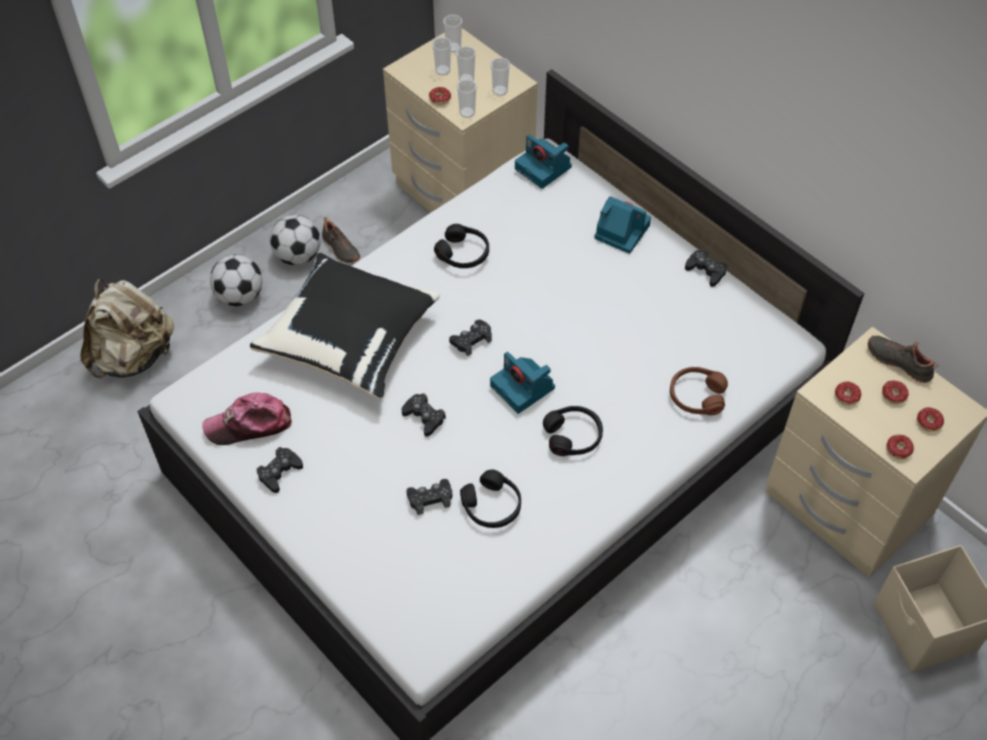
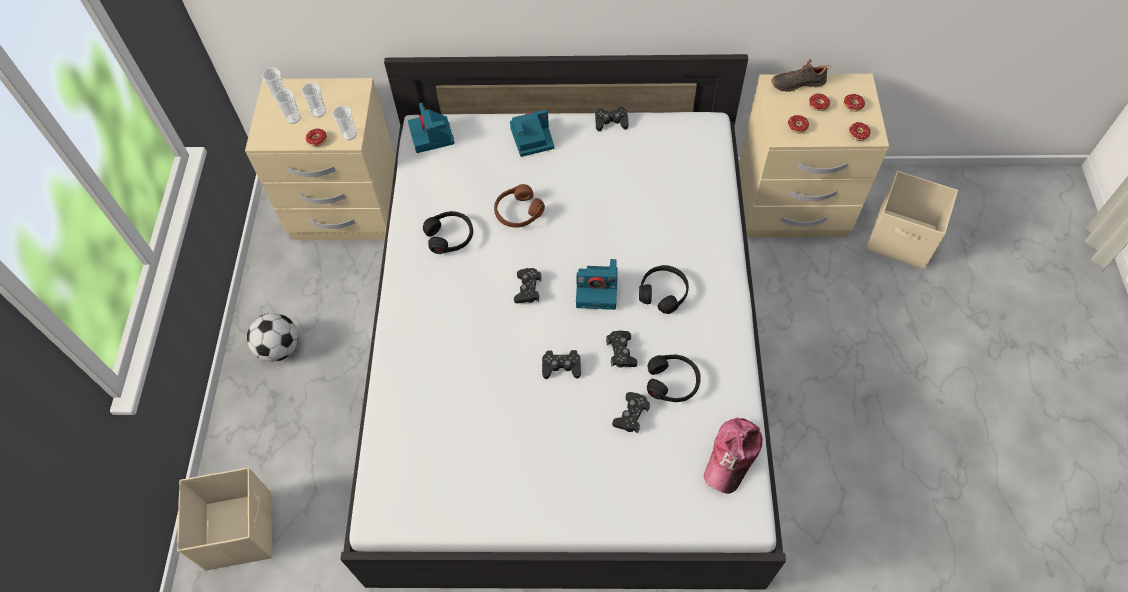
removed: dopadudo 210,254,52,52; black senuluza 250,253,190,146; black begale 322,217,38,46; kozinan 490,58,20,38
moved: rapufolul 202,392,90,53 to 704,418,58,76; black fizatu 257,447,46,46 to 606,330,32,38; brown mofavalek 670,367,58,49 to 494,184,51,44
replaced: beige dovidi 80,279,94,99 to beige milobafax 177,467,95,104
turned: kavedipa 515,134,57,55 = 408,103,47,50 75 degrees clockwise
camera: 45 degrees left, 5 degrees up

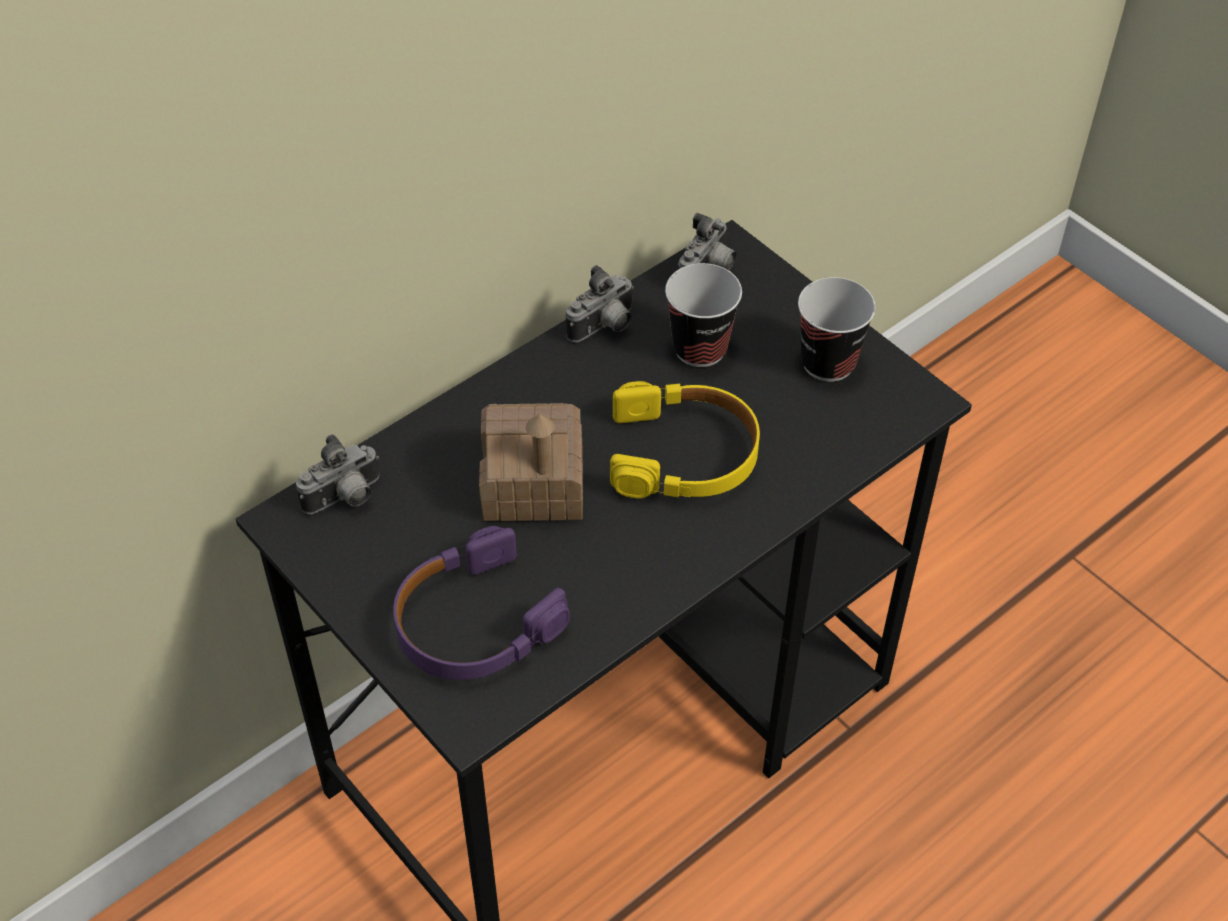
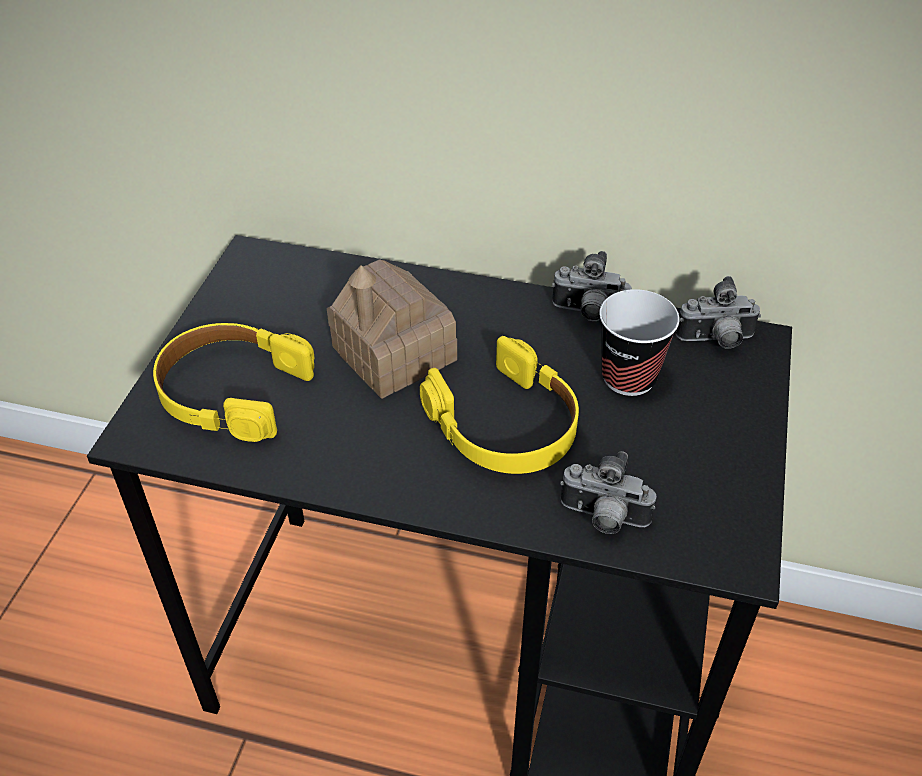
removed: kozinan 798,277,78,105
moved: kavedipa 296,434,83,80 to 560,451,97,83
recoloured: purple mofavalek 393,526,177,154 to yellow mofavalek 153,323,162,119
camera: 55 degrees right, 5 degrees down

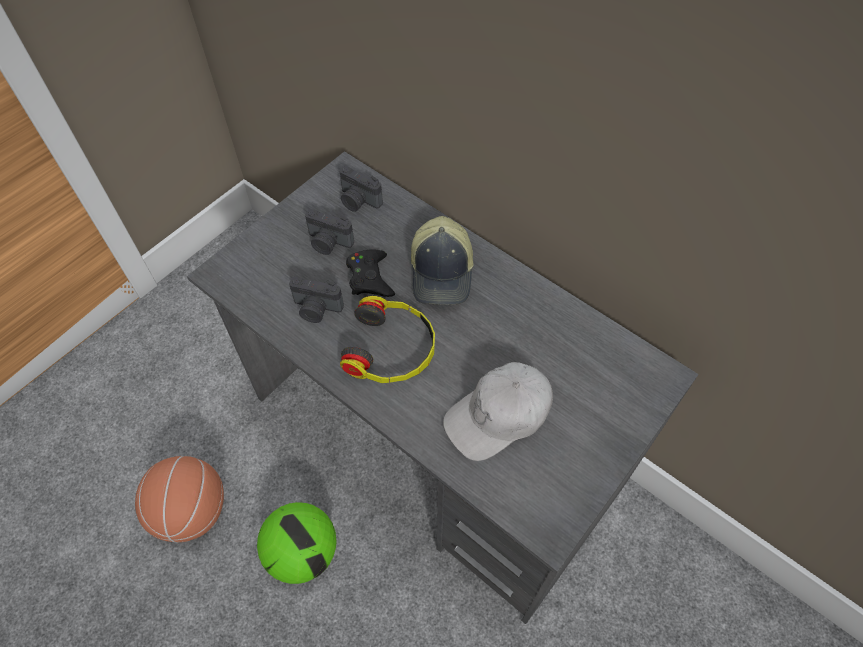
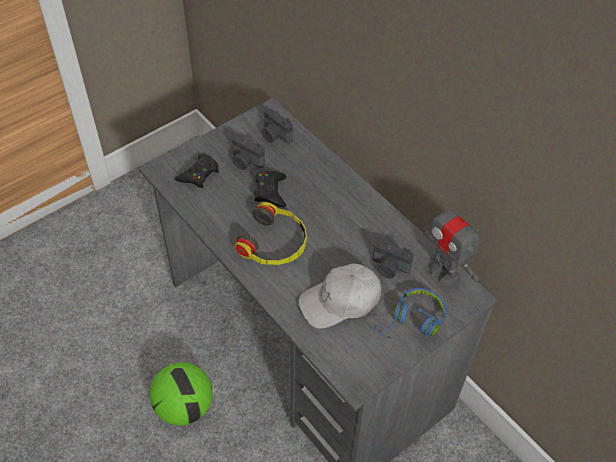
removed: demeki 135,456,89,86; rapufolul 411,216,63,89
added: black fizatu 175,154,44,34; blue mofavalek 373,288,73,50; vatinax 423,195,57,91
moved: kavedipa 289,277,55,46 to 372,240,42,38
camera: 10 degrees right, 5 degrees down

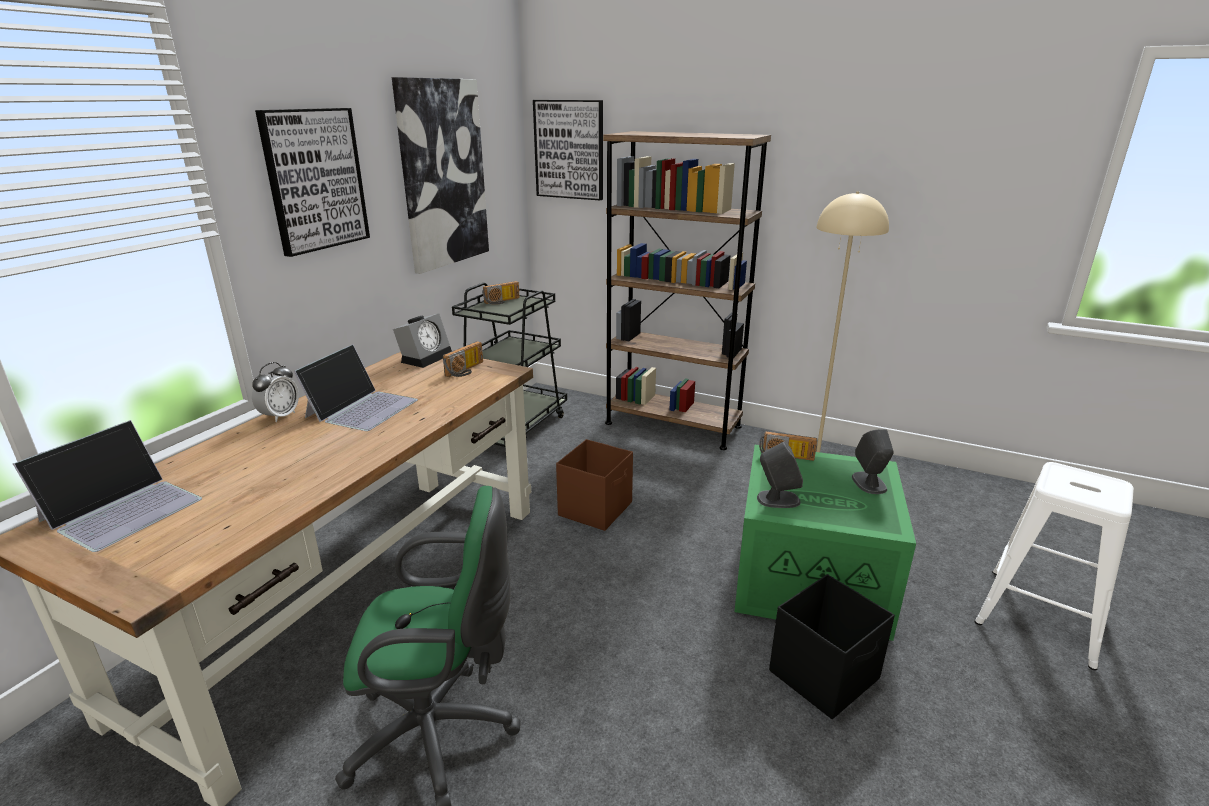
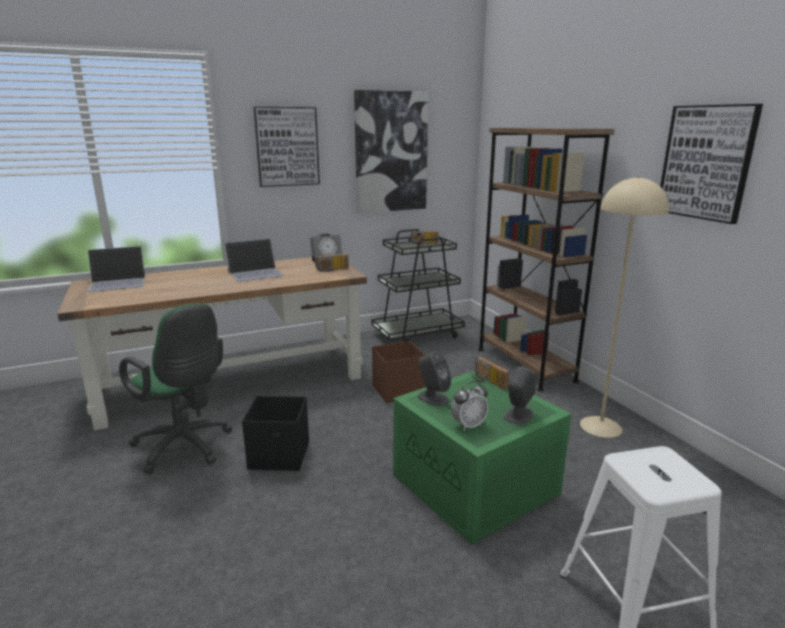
moved: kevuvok 252,362,47,60 to 451,381,38,50; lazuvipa 533,100,70,100 to 660,104,103,120; black milobafax 769,575,126,144 to 242,396,67,75
camera: 40 degrees right, 5 degrees down

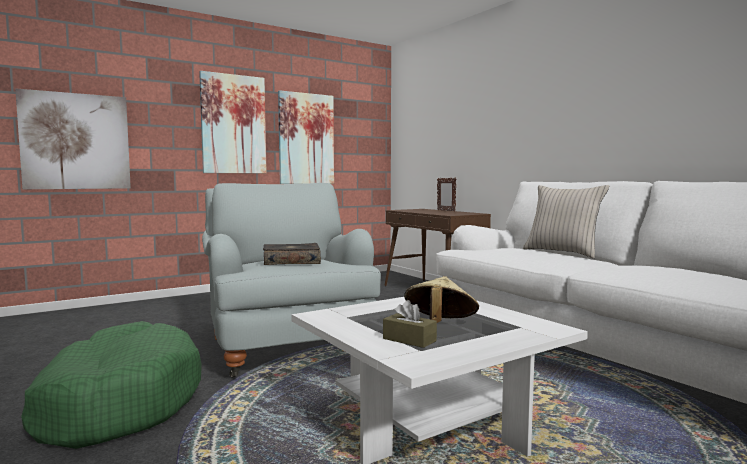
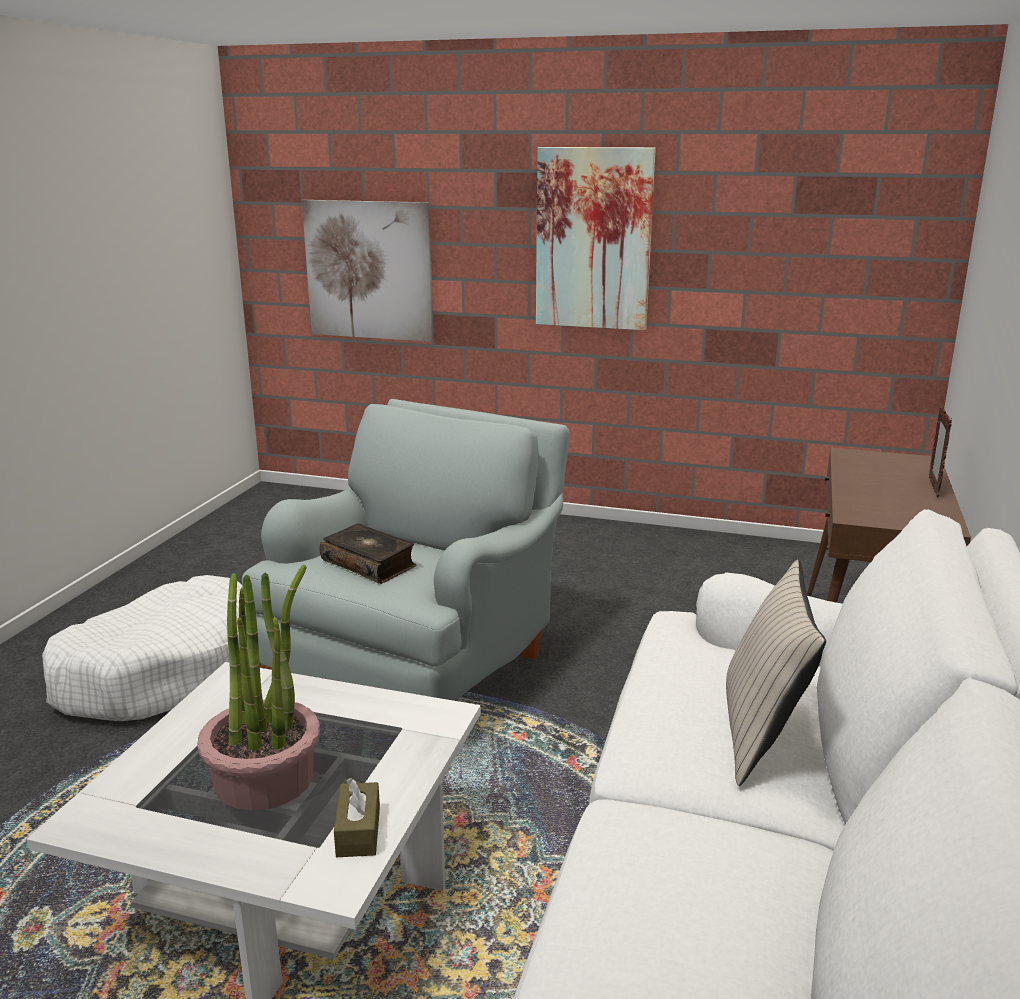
removed: lazuvipa 278,90,56,94
moved: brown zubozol 383,300,54,48 to 334,778,46,79
replaced: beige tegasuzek 404,276,75,47 to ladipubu 197,565,123,245
recoloured: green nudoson 21,321,181,128 to white nudoson 42,575,204,146
camera: 50 degrees right, 15 degrees up

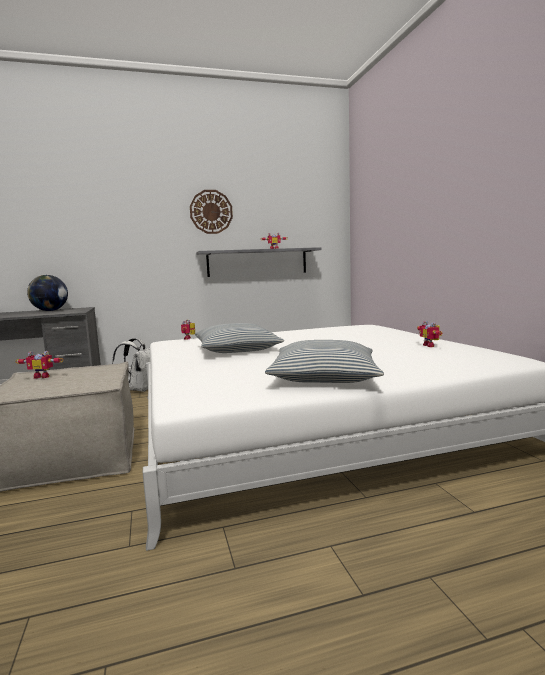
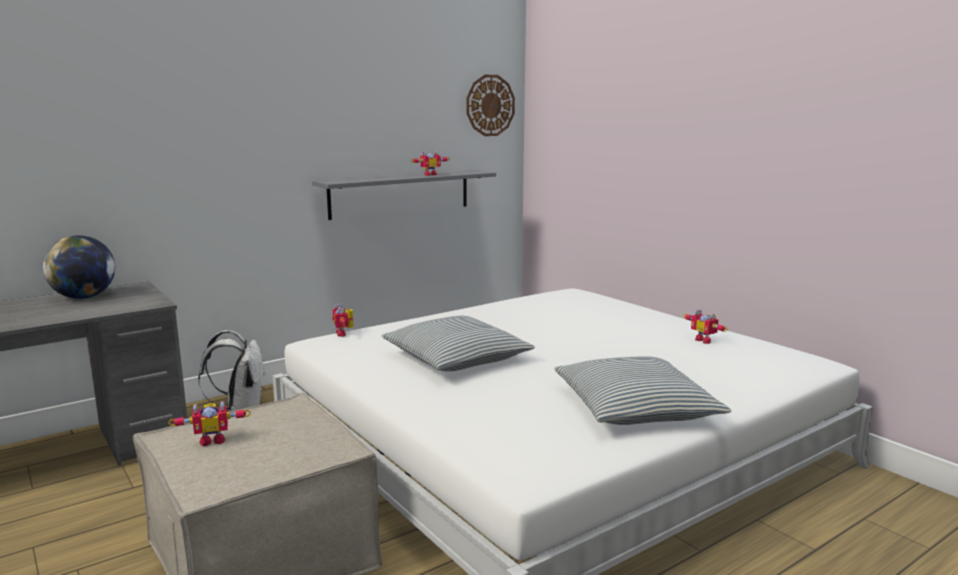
moved: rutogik 190,190,43,44 to 466,75,49,61
camera: 20 degrees left, 5 degrees up

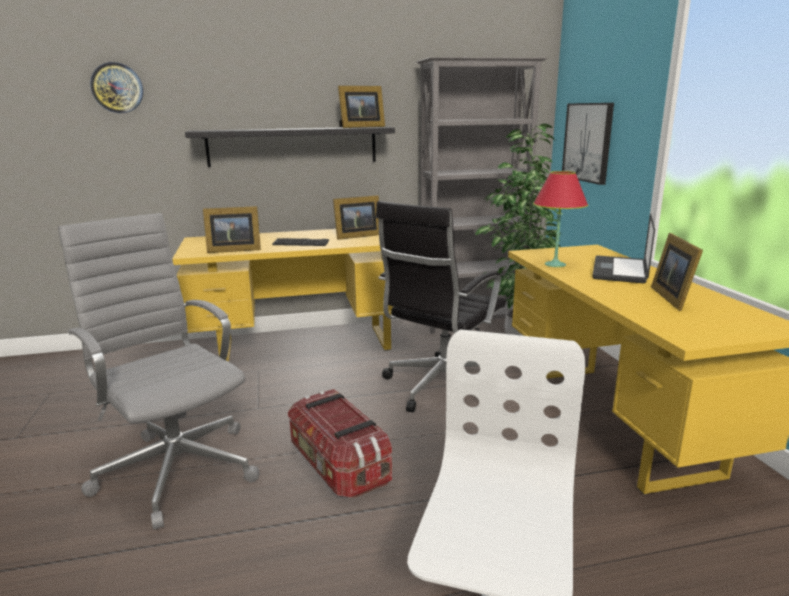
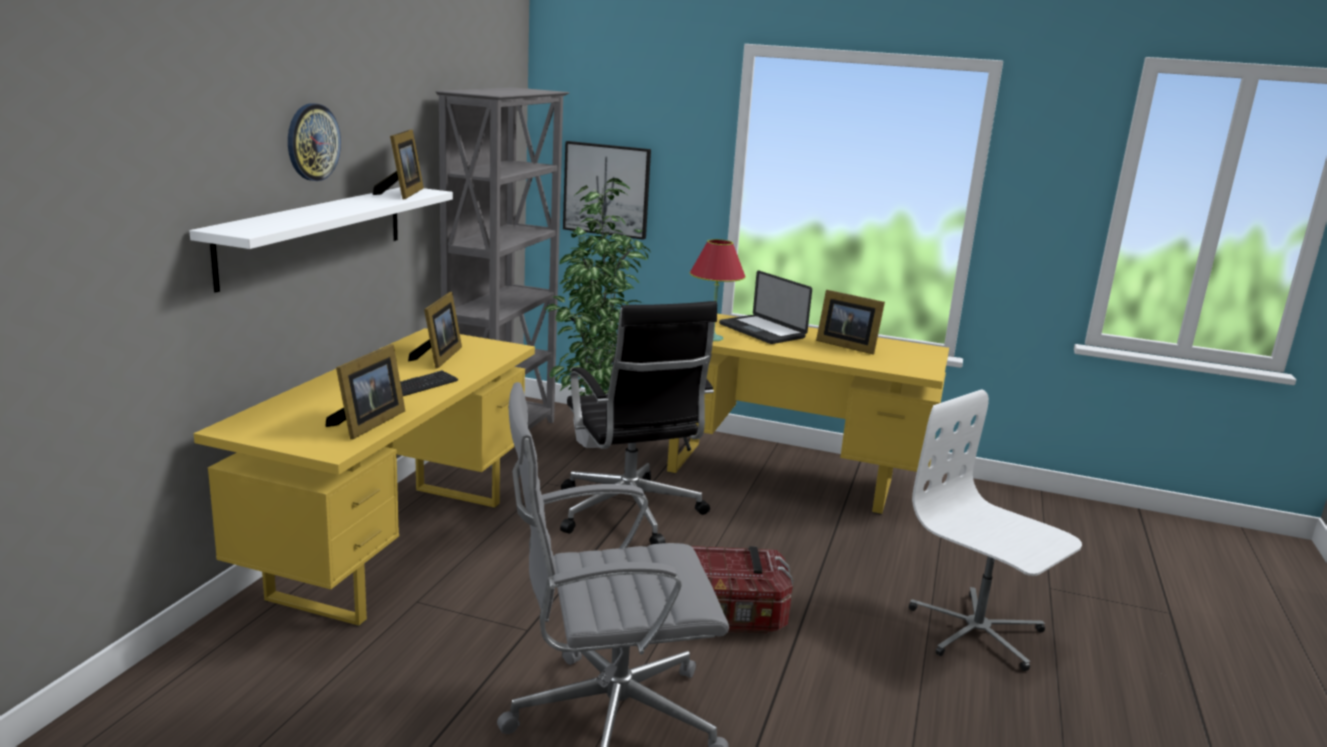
moved: rutogik 90,62,53,51 to 288,103,53,78
recoloured: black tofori 185,127,210,40 to white tofori 189,187,264,106
camera: 60 degrees left, 0 degrees up

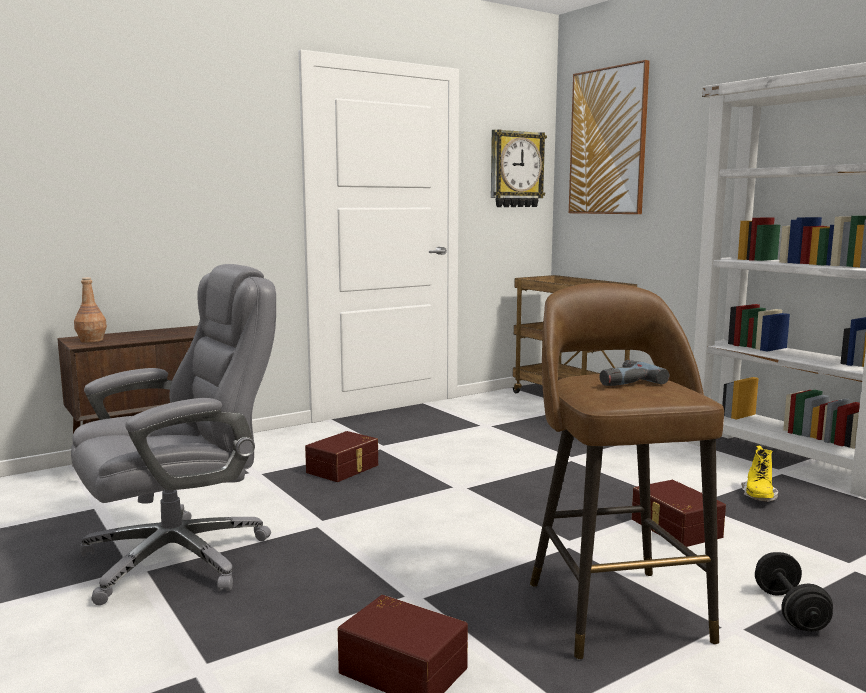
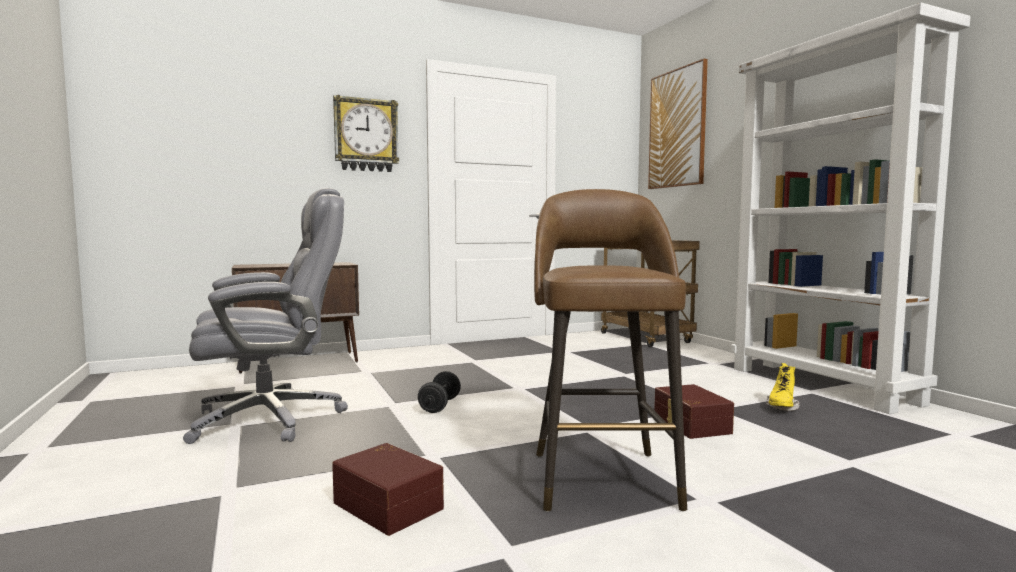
removed: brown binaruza 74,277,33,66; brown milobafax 305,431,73,51; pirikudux 600,360,69,26
moved: rutogik 491,129,56,78 to 333,95,66,77; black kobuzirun 755,552,78,80 to 418,371,43,42
camera: 10 degrees right, 5 degrees down

